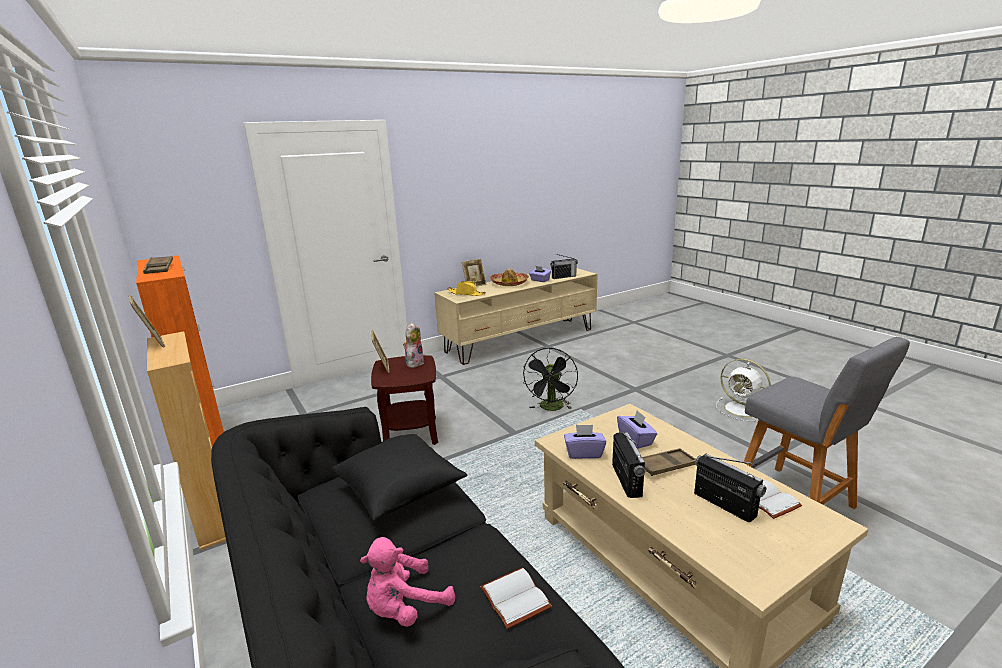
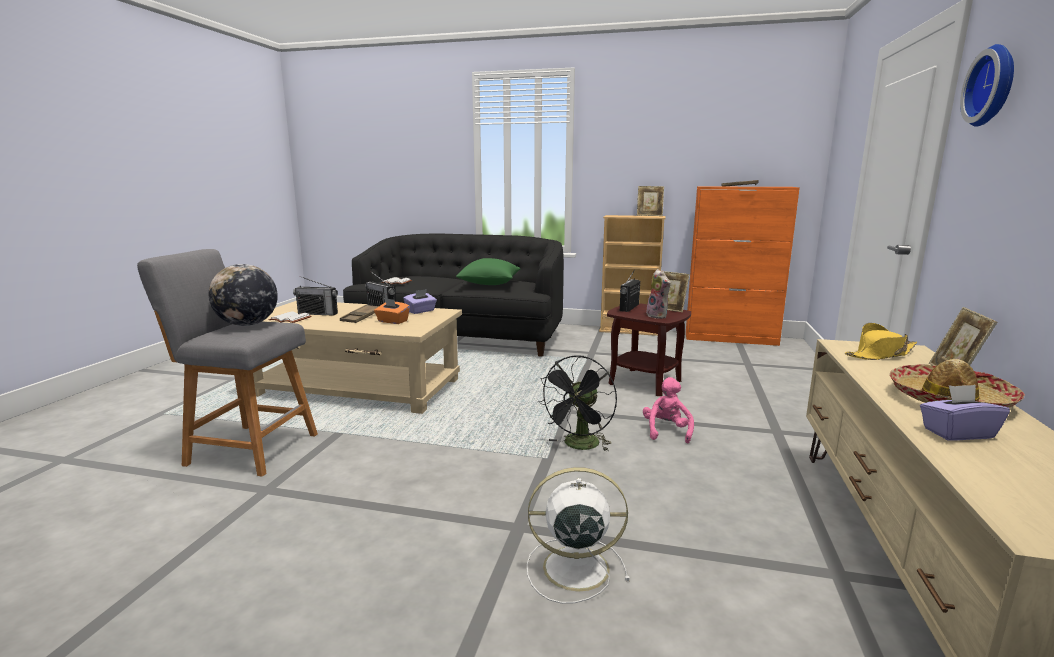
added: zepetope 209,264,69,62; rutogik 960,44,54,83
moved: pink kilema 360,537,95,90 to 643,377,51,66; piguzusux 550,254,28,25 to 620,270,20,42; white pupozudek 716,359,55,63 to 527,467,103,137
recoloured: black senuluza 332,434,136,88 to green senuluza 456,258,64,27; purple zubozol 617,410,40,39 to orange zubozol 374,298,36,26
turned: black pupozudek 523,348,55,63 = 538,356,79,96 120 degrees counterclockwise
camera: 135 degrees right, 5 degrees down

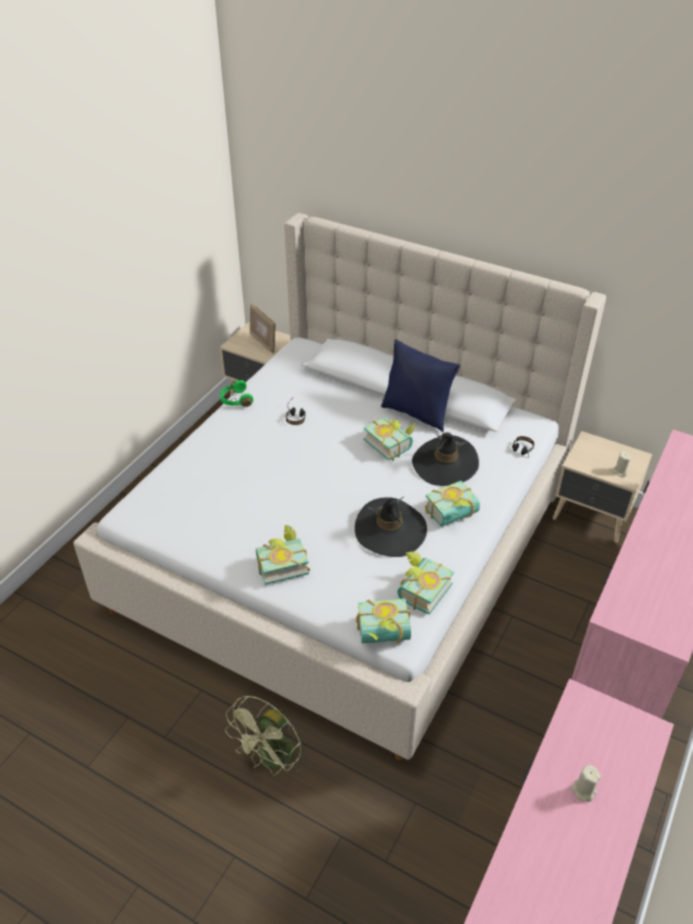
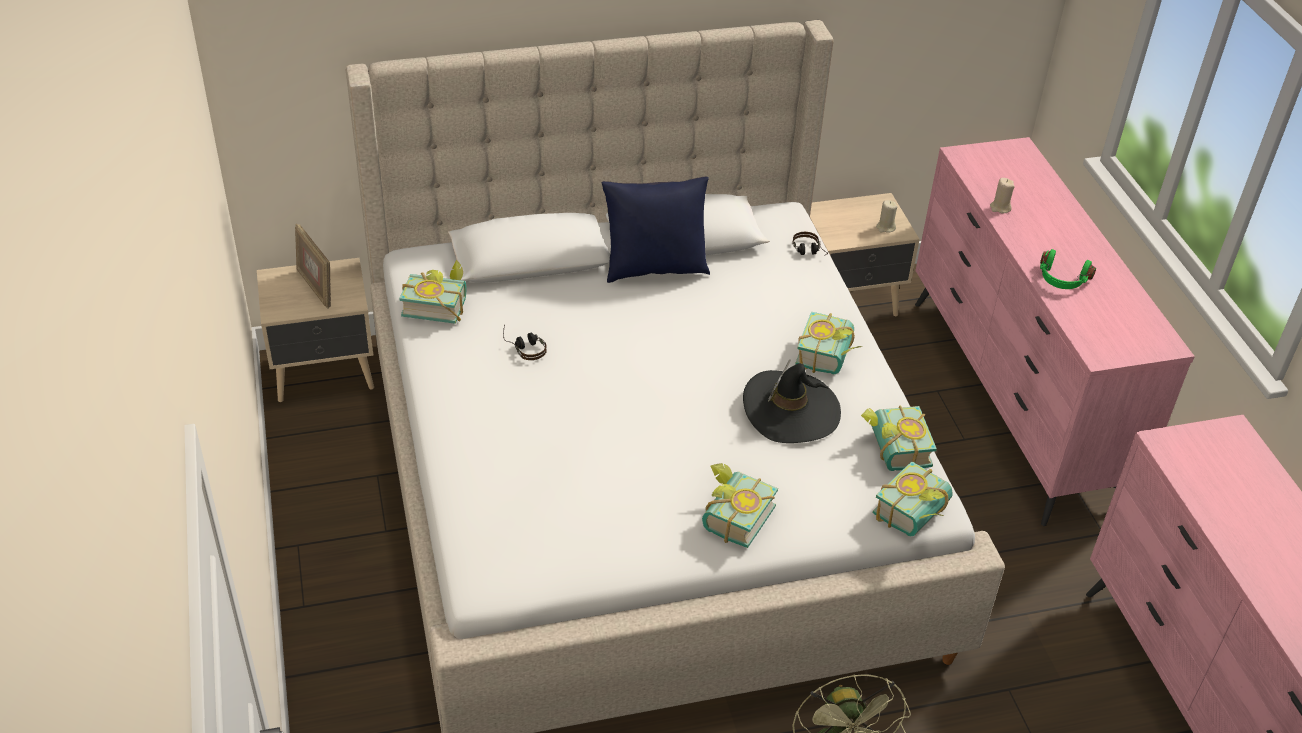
removed: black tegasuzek 412,431,67,55
moved: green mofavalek 220,380,33,27 to 1040,249,56,40; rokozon 364,417,51,44 to 399,260,67,64; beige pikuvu 571,765,30,37 to 990,178,25,35
turned: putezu 250,304,26,50 = 295,224,36,85 45 degrees clockwise
camera: 45 degrees left, 0 degrees up

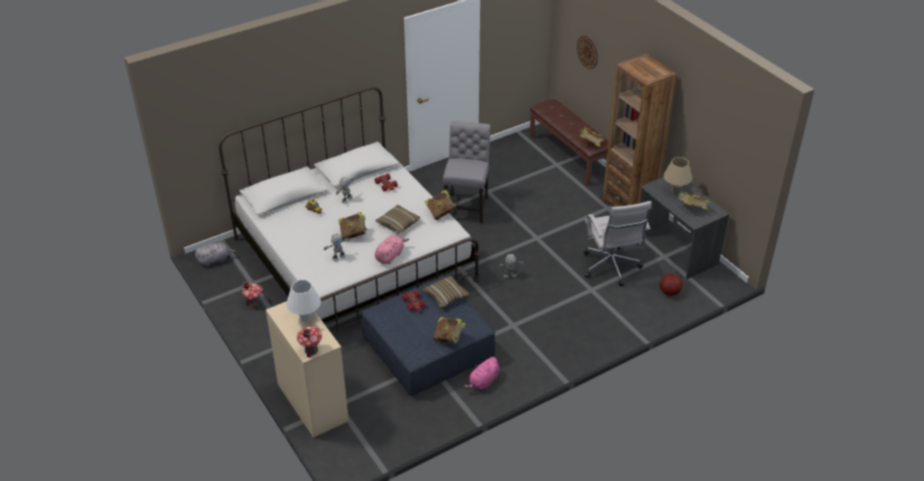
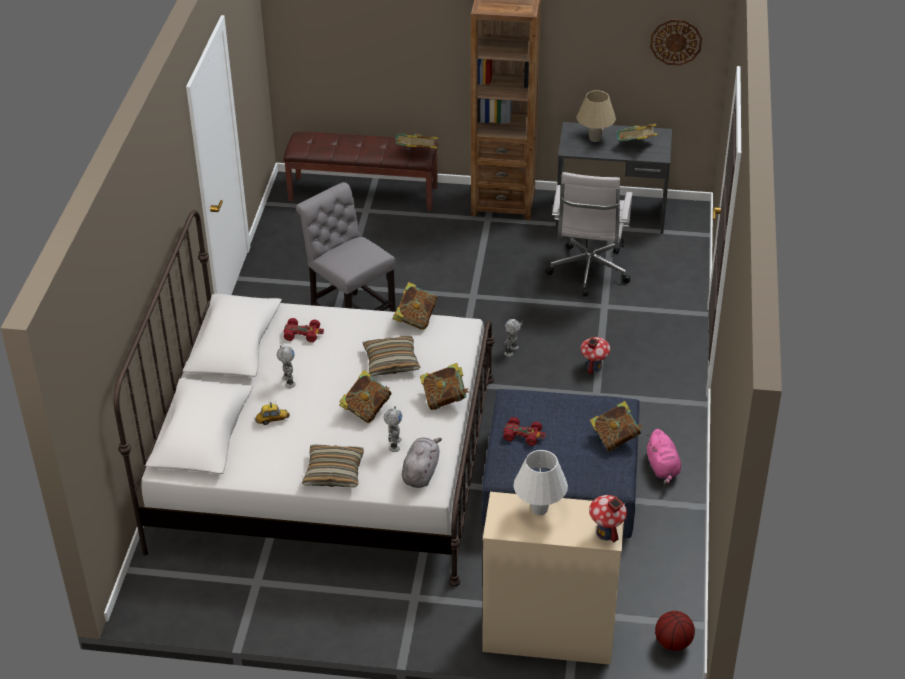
moved: grey kilema 195,242,41,24 to 402,438,40,50; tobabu 242,281,21,26 to 580,337,30,37; senuluza 423,276,46,32 to 302,445,62,42; rutogik 577,36,21,33 to 650,19,52,46; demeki 660,273,23,23 to 655,611,40,40
replaced: pink kilema 375,235,34,29 to rokozon 420,363,49,47
turned: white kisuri 584,201,68,86 = 545,172,88,124 75 degrees clockwise
camera: 50 degrees left, 0 degrees up

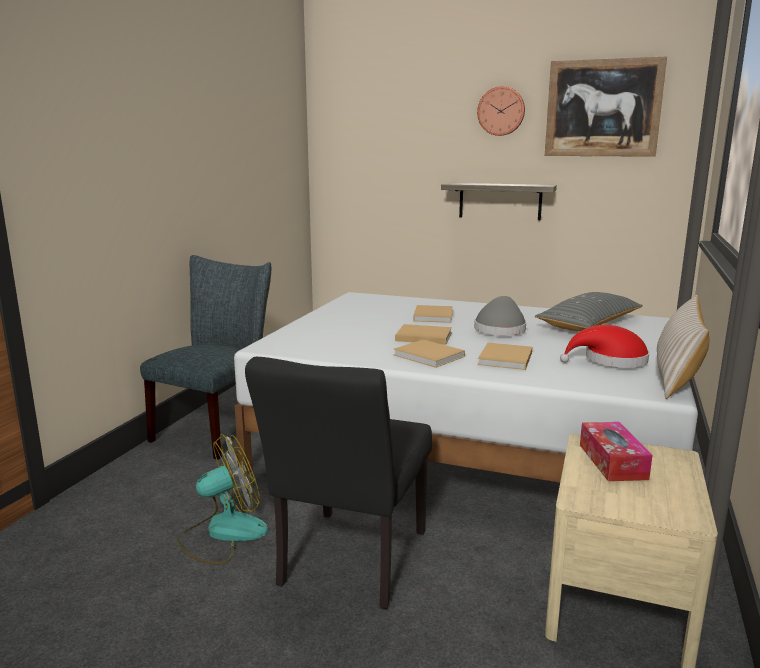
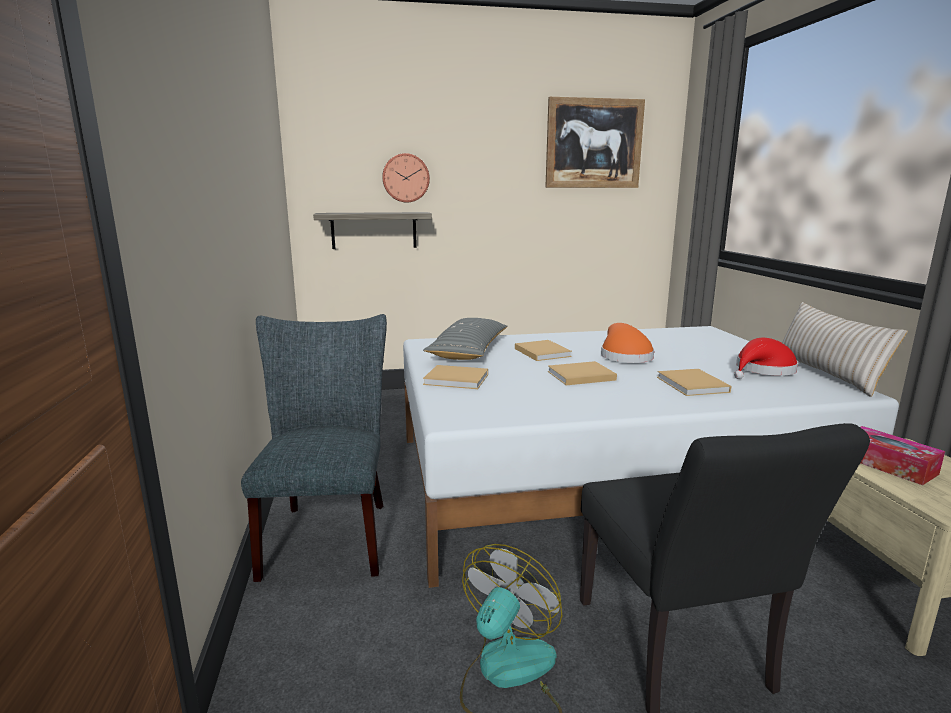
moved: beige rokozon 393,339,72,29 to 423,365,65,24; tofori 441,183,116,37 to 313,212,119,37; rutogik 477,86,48,50 to 382,153,48,49; grey senuluza 535,292,108,39 to 423,318,85,42
recoloured: grey tegasuzek 474,296,52,40 to orange tegasuzek 601,323,53,40
camera: 30 degrees left, 0 degrees up

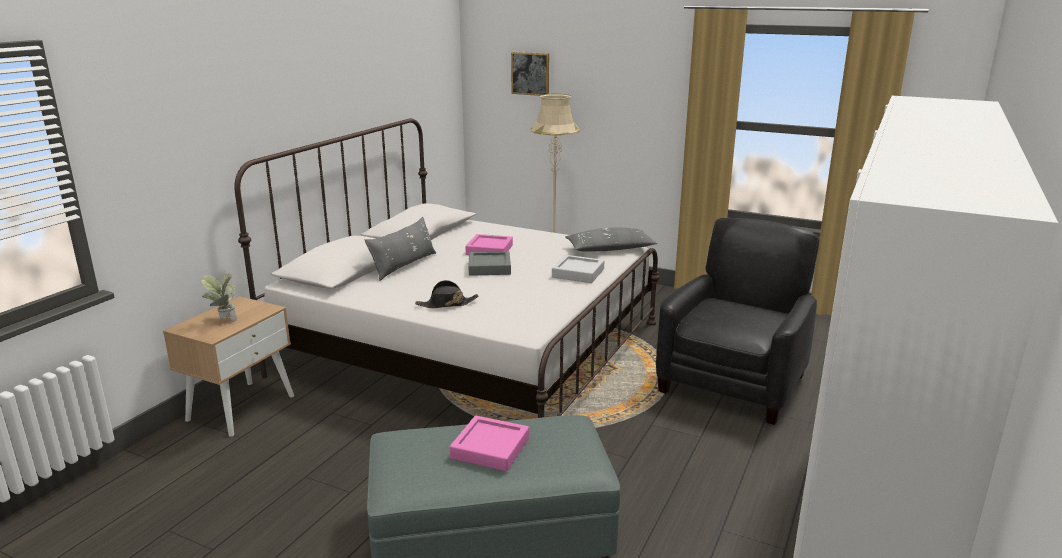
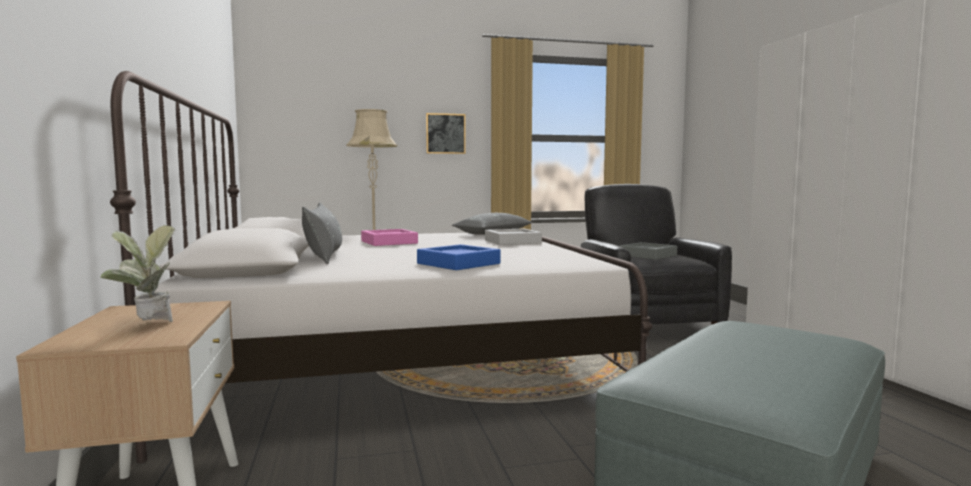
removed: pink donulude 450,416,79,55
moved: grey donulude 469,251,42,25 to 620,242,57,18; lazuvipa 511,52,38,44 to 426,113,40,41
replaced: black tegasuzek 415,280,63,28 to blue donulude 417,244,83,26
camera: 40 degrees left, 15 degrees down

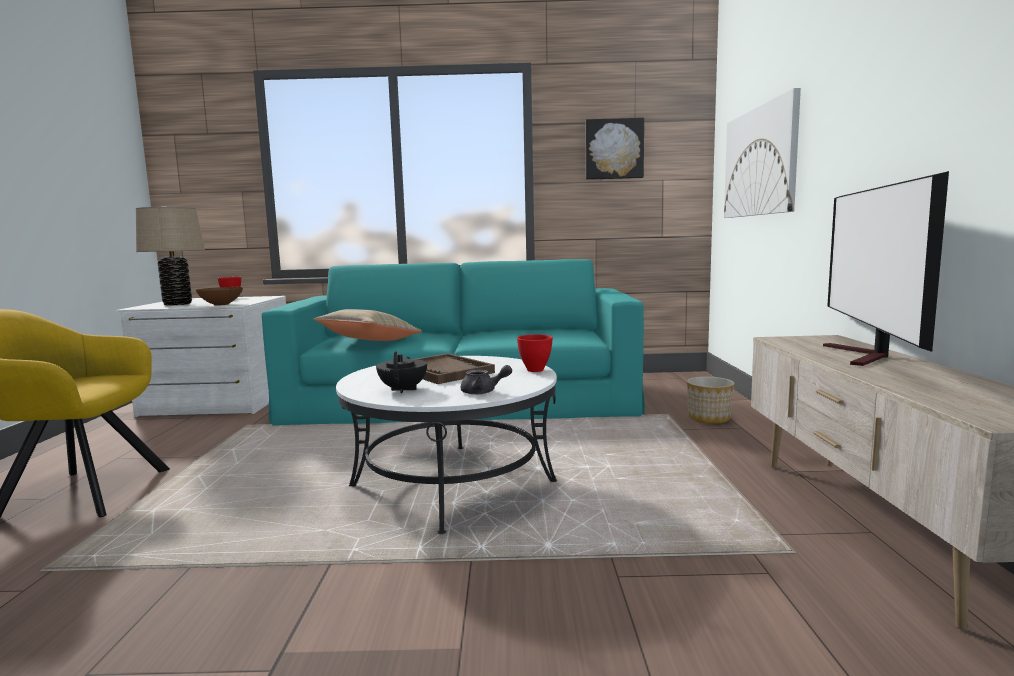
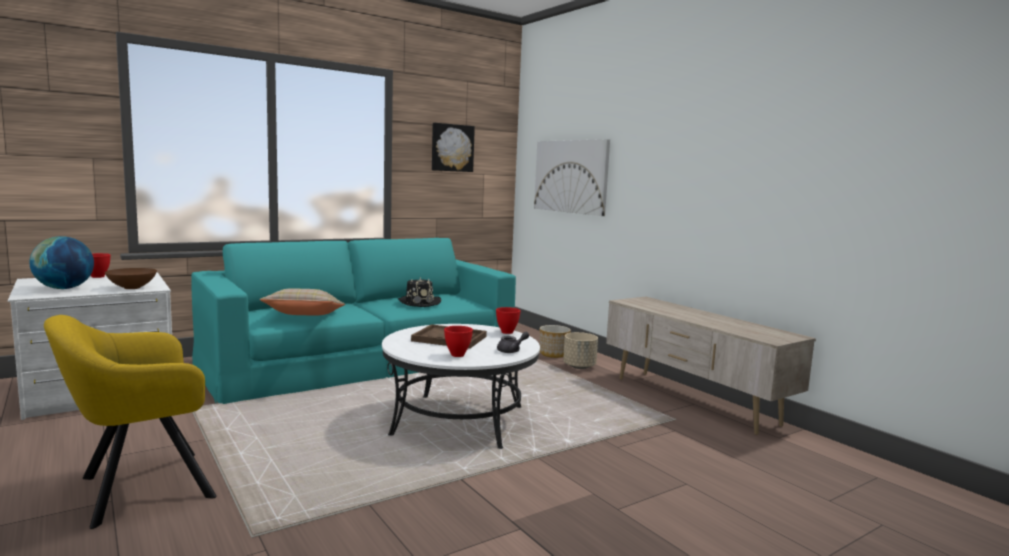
removed: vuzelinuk 823,171,126,195
added: black tegasuzek 398,277,43,30; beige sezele 563,332,35,37
replaced: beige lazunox 136,207,69,99 to zepetope 29,236,65,53; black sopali 376,351,51,42 to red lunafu 444,326,29,31
camera: 35 degrees left, 0 degrees up

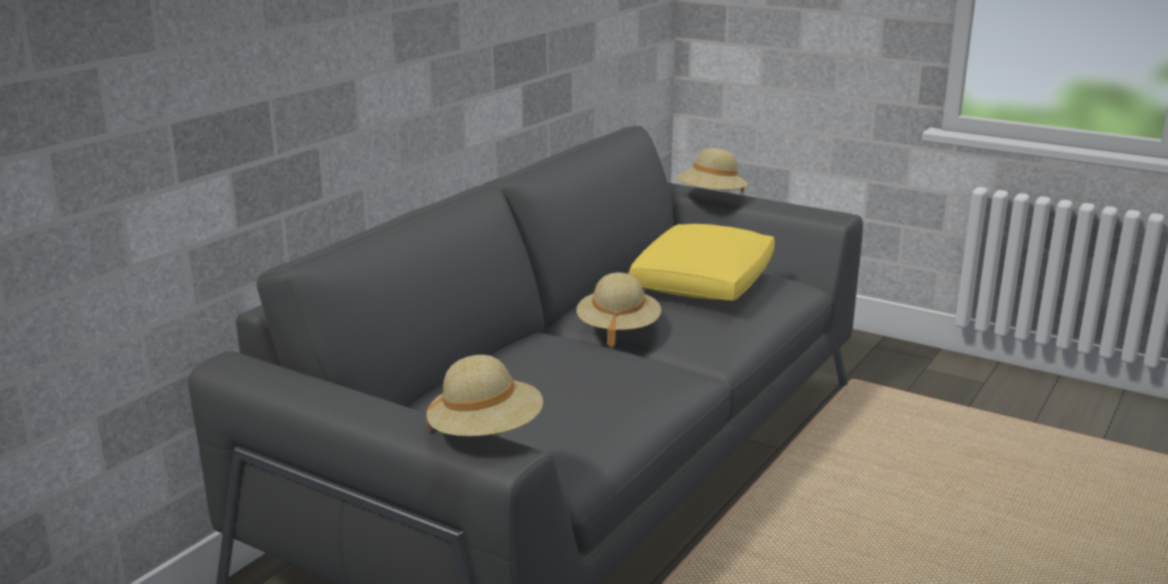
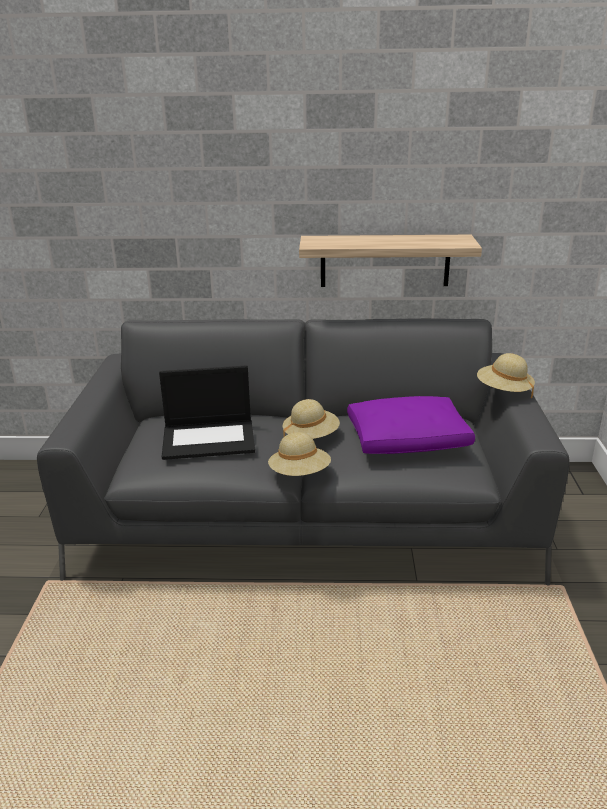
added: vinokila 159,365,96,95; tofori 299,235,183,52
moved: beige tegasuzek 426,355,117,81 to 268,432,63,44
recoloured: yellow senuluza 628,224,147,77 to purple senuluza 347,396,128,58
camera: 60 degrees right, 5 degrees up

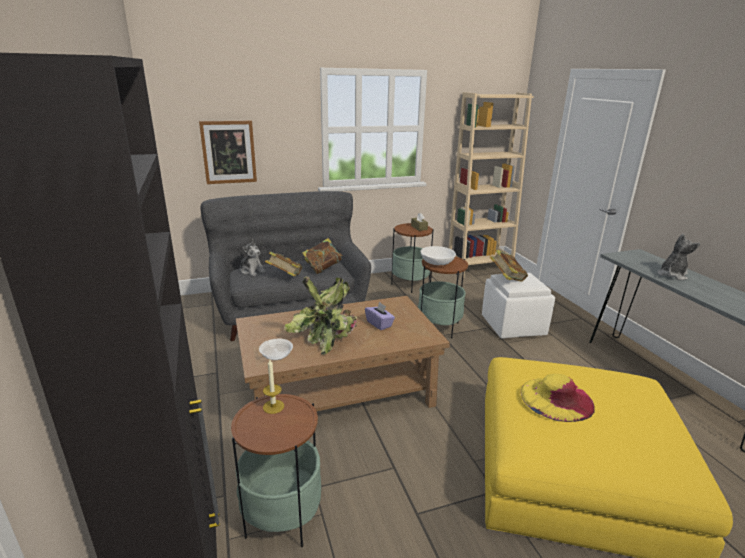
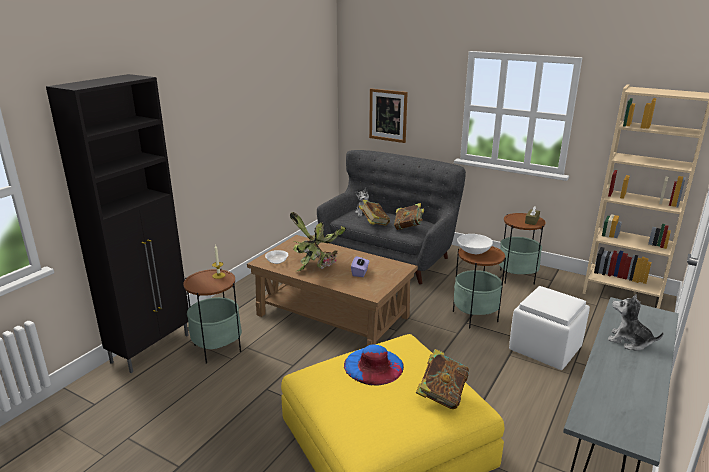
moved: rokozon 490,250,38,32 to 416,349,53,60
recoloured: yellow tegasuzek 521,374,74,48 to blue tegasuzek 344,345,60,41
turned: kilema 658,234,42,46 = 608,294,56,57 150 degrees counterclockwise
camera: 50 degrees right, 0 degrees up

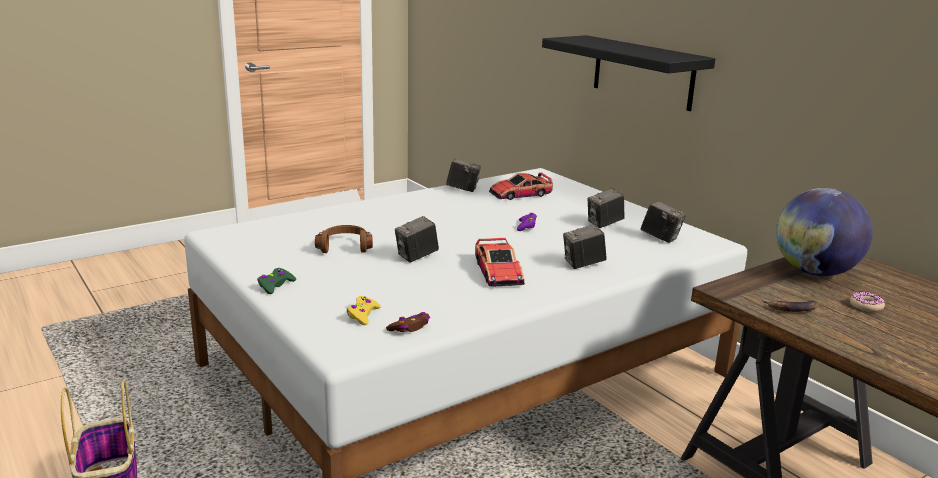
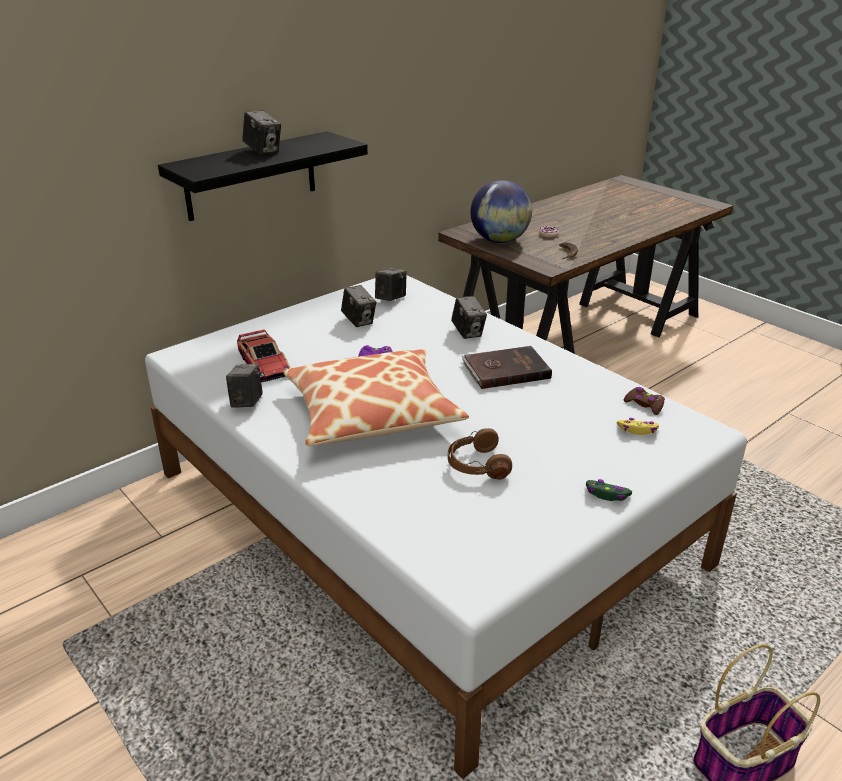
added: senuluza 283,349,186,97
moved: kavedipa 395,216,44,46 to 242,110,39,44
replaced: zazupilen 475,238,50,49 to brown rokozon 462,346,90,43
camera: 95 degrees left, 10 degrees up

